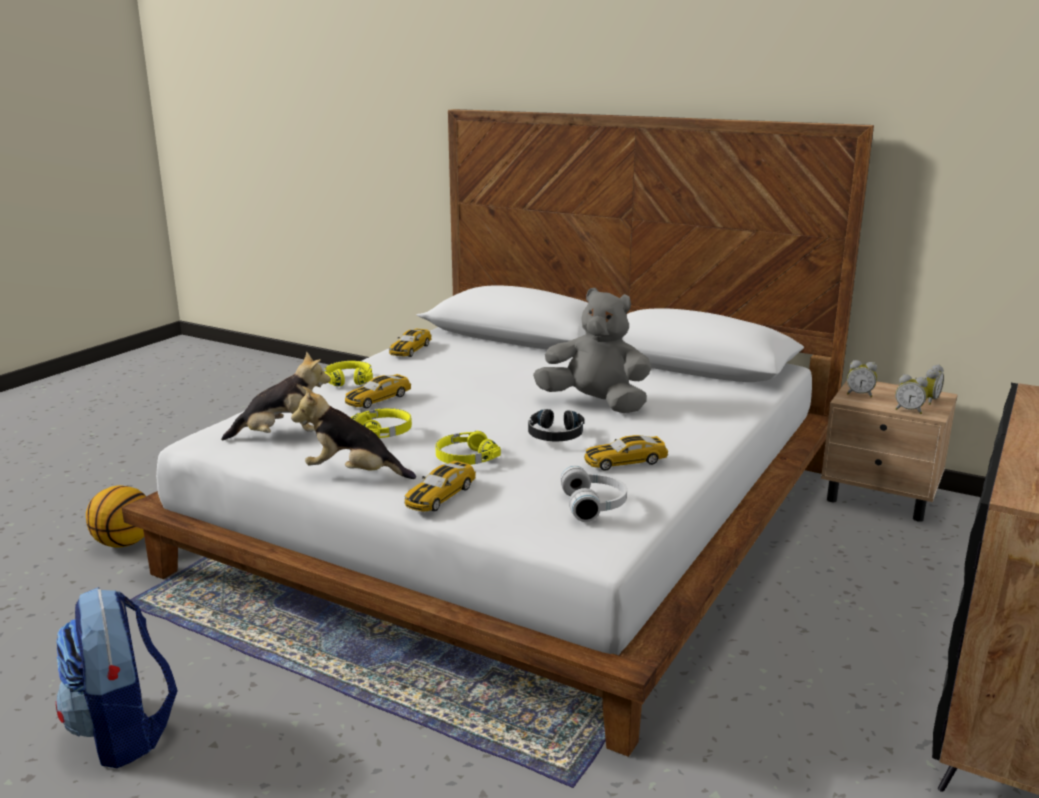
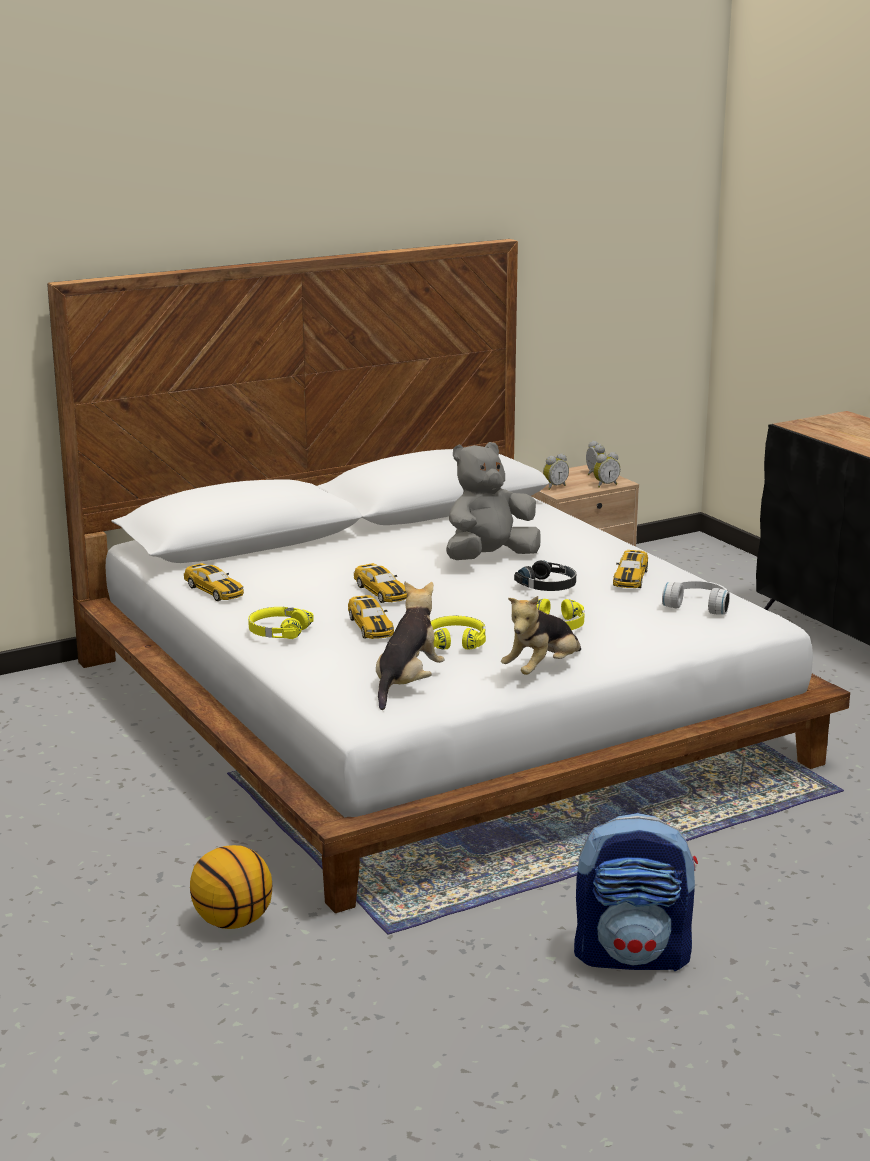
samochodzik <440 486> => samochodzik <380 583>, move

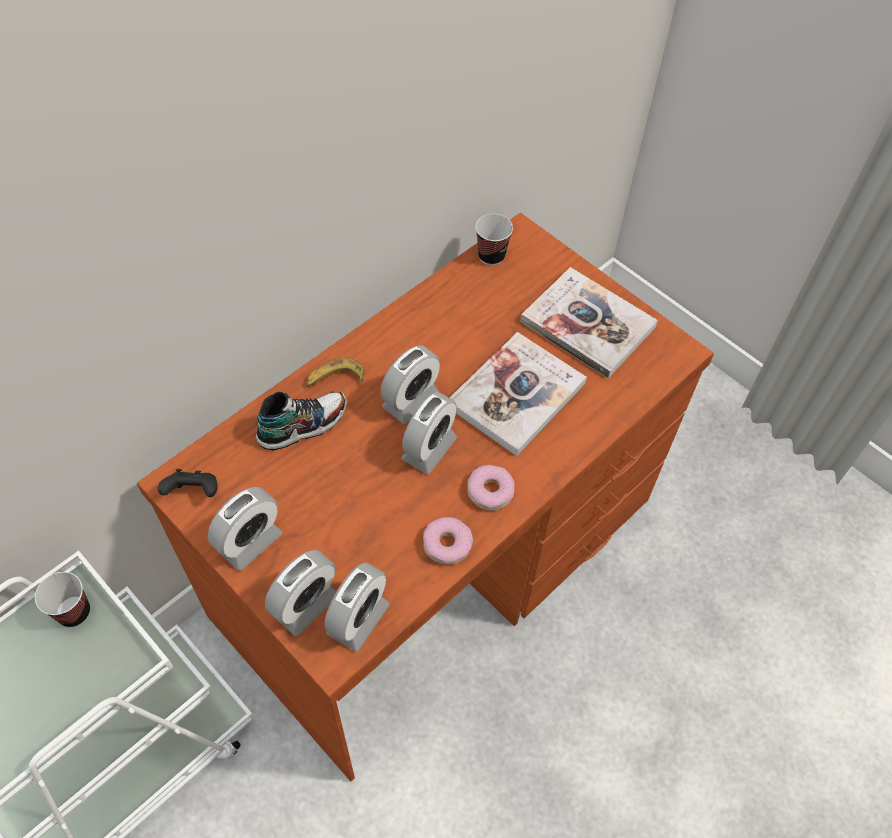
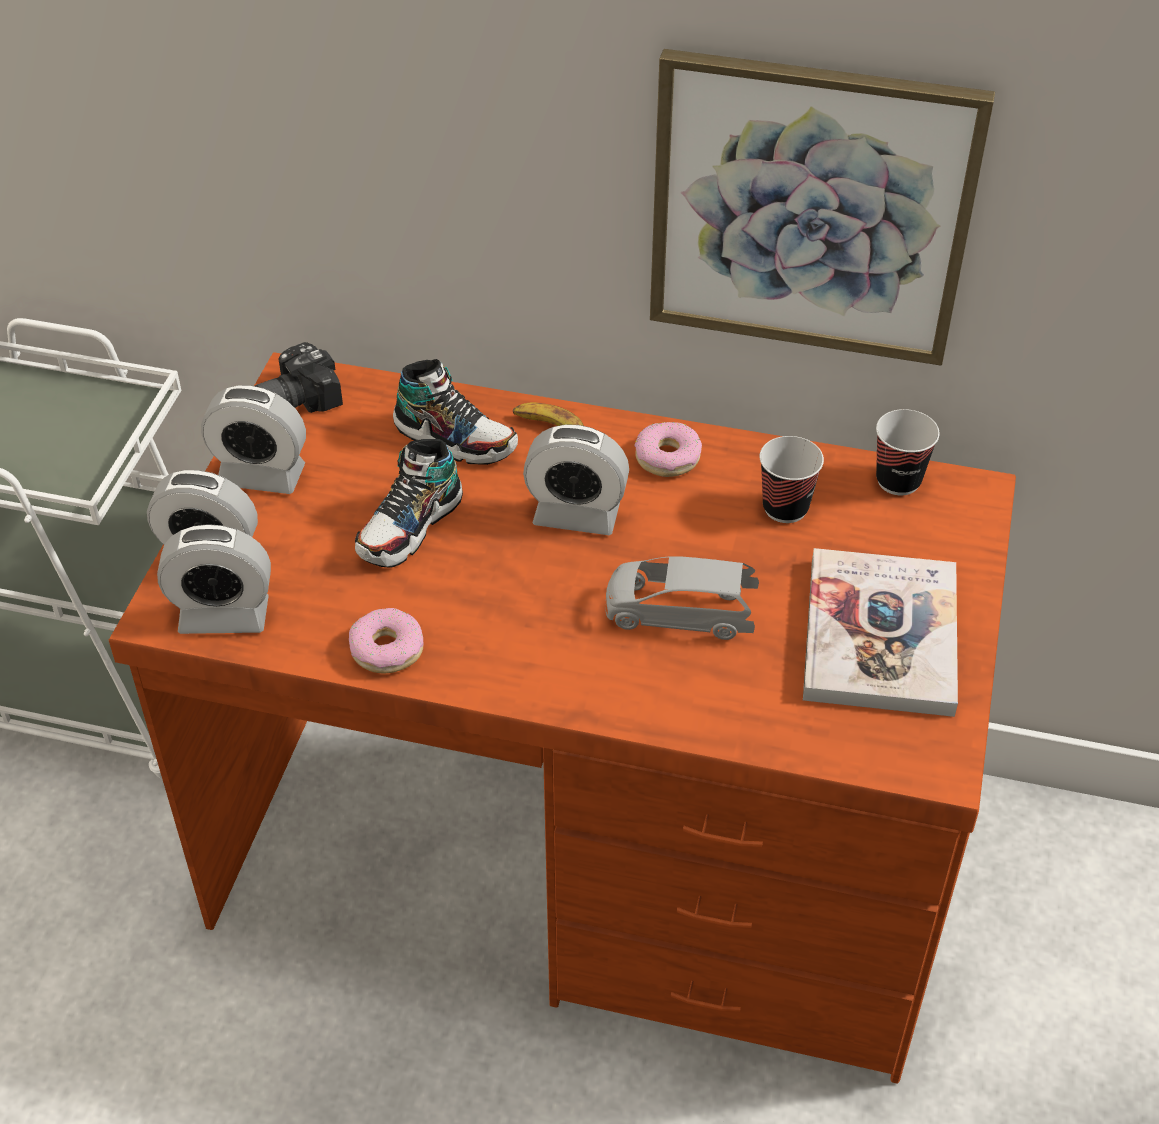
filiżanka <62 599> => filiżanka <792 479>, move
pad do gier/czarny <188 483> => aparat fotograficzny <299 377>
budzik <429 433> => nothing
książka <518 394> => samochodzik/szary <682 598>
donut <491 488> => donut <668 449>, move
nothing => but <409 503>
nothing => obraz <822 207>

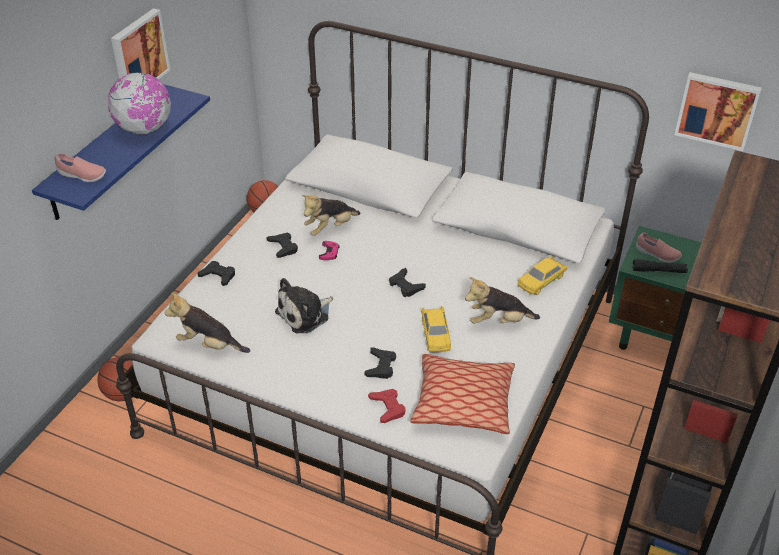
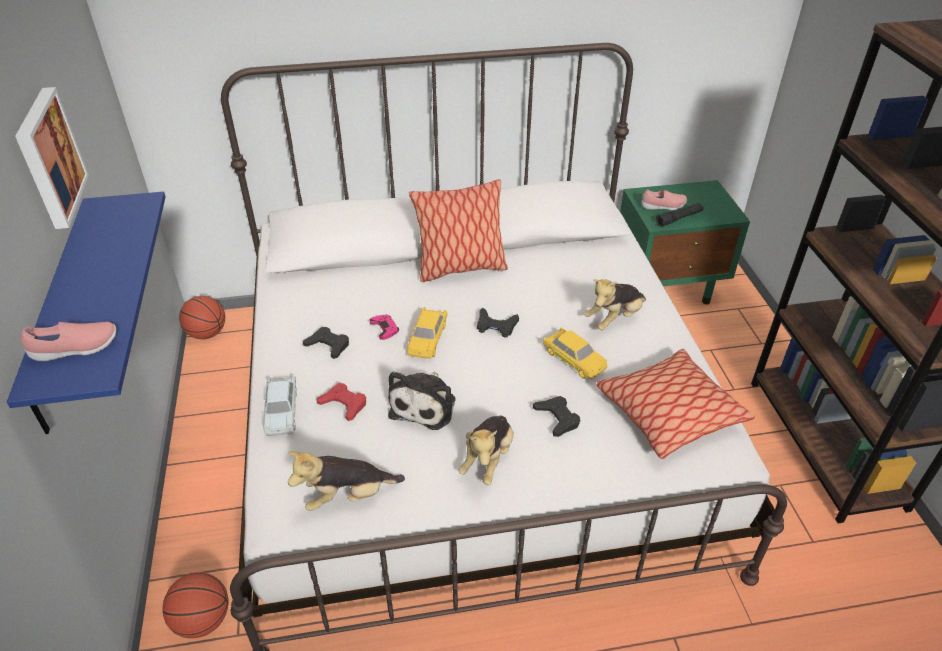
globus <139 103> => nothing
pad do gier/czarny <216 273> => samochodzik/biały <279 405>
pluszak <331 215> => pluszak <486 450>, move
pad do gier/czerwony <387 406> => pad do gier/czerwony <341 402>, move
samochodzik/żółty <542 275> => samochodzik/żółty <427 333>, move
obraz <718 111> => nothing
nothing => poduszka <458 230>

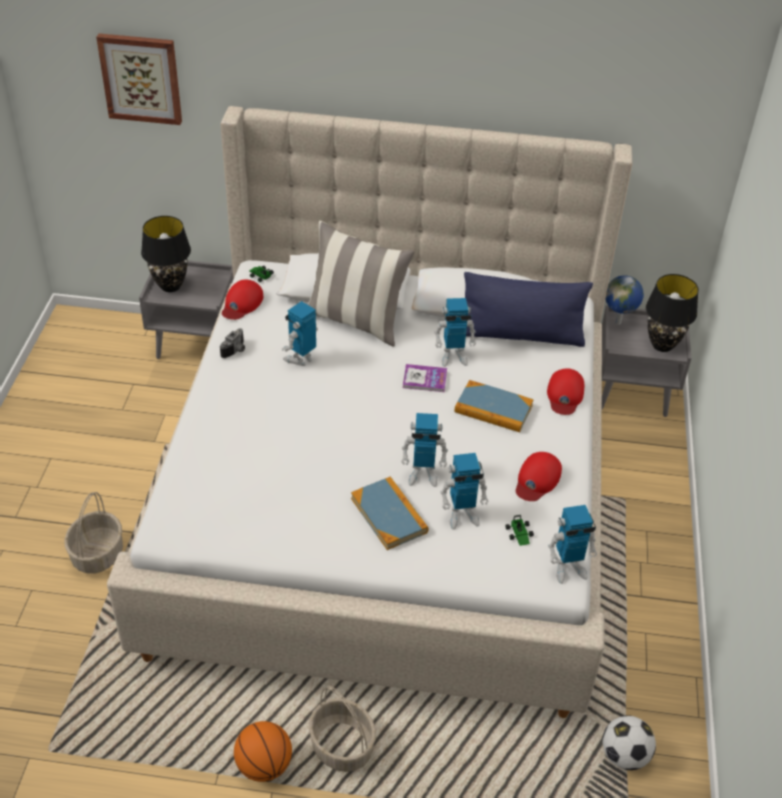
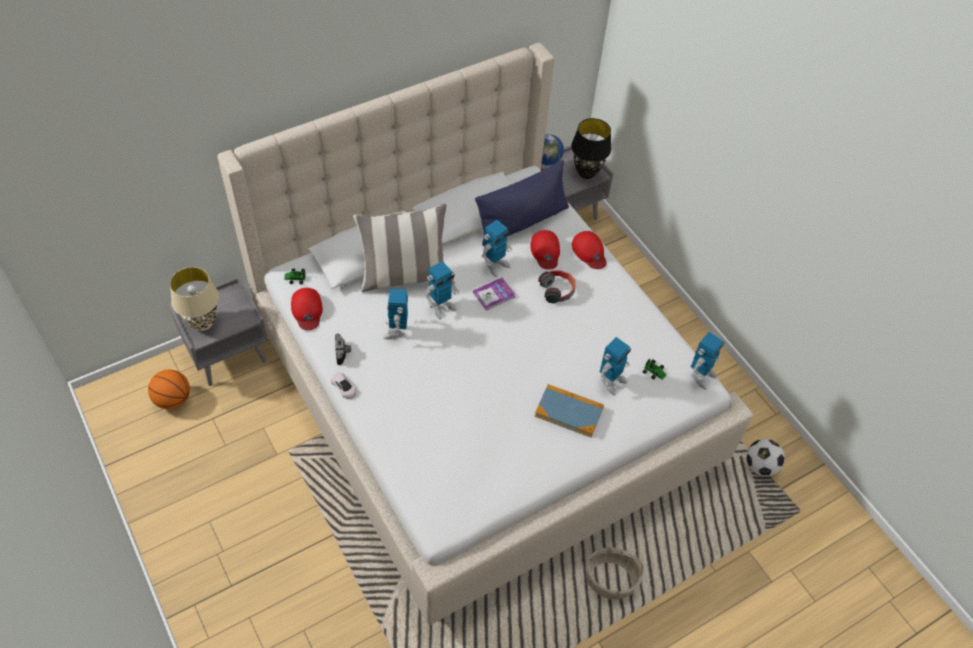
koszyk <93 533> => nothing
obraz <139 79> => nothing
lampa stołowa/czarny <166 254> => lampa stołowa/beżowy <194 299>
piłka do koszykówki <263 751> => piłka do koszykówki <169 389>, move
robot zabawkowy <424 450> => robot zabawkowy <442 290>, move
książka <494 406> => słuchawki <557 287>
czapka z daszkiem/czerwony <539 476> => czapka z daszkiem/czerwony <545 250>, move
nothing => samochodzik/biały <343 385>

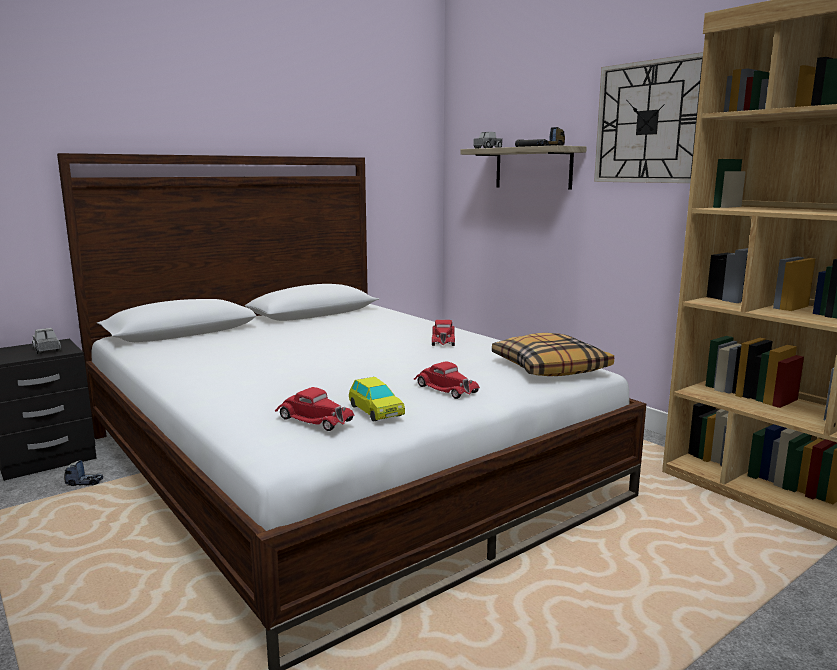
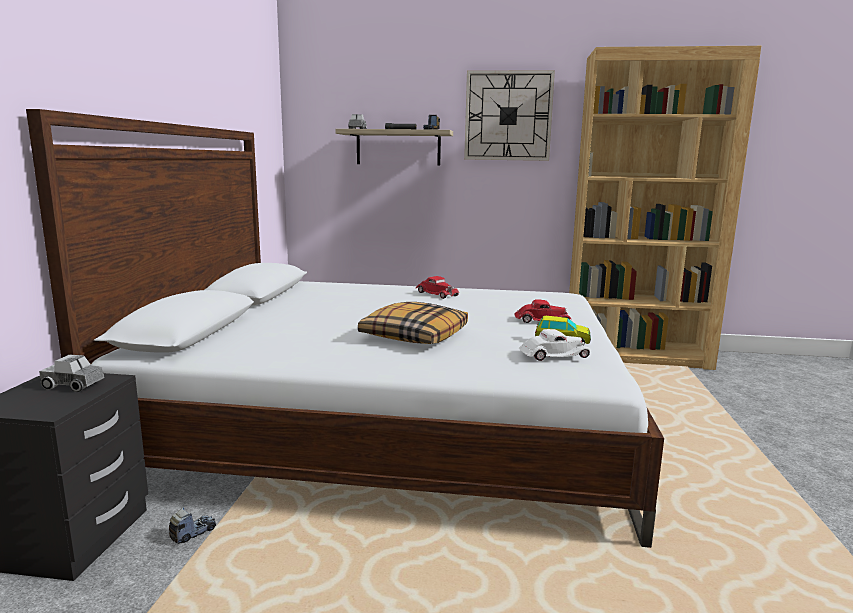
samochodzik/czerwony <315 409> => samochodzik/biały <555 345>
poduszka <553 354> => poduszka <413 323>, move

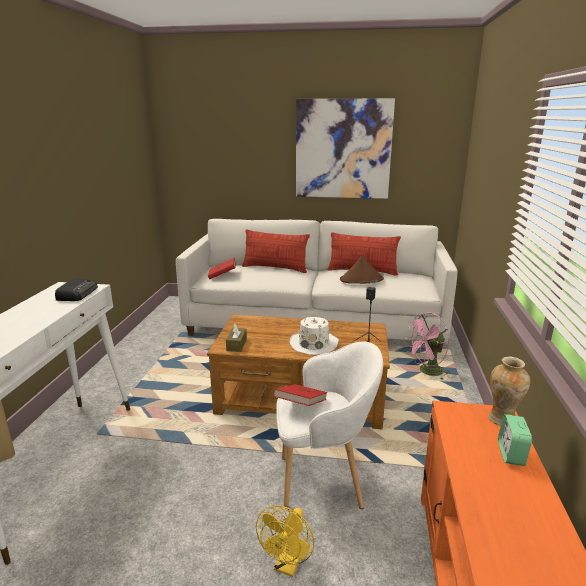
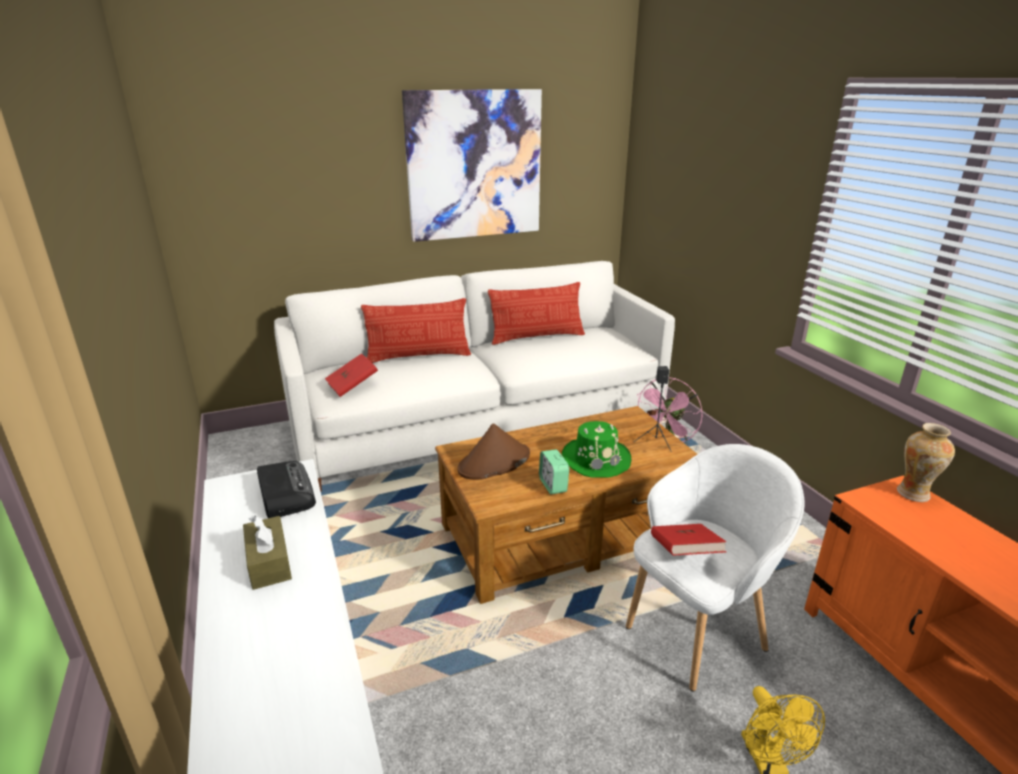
pudełko chusteczek/brązowy <236 337> => pudełko chusteczek/brązowy <267 553>, move
kapelusz/biały <314 336> => kapelusz/zielony <596 449>
kapelusz/brązowy <362 270> => kapelusz/brązowy <493 451>, move
budzik <515 440> => budzik <554 471>, move

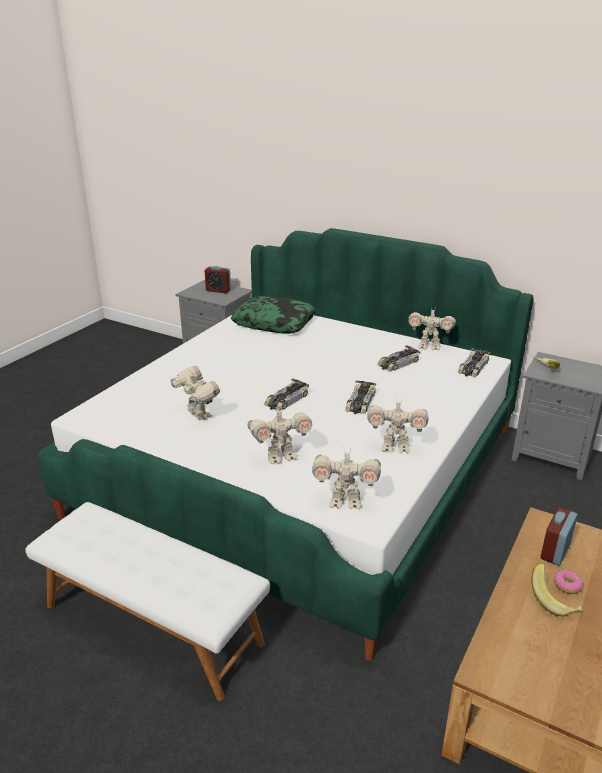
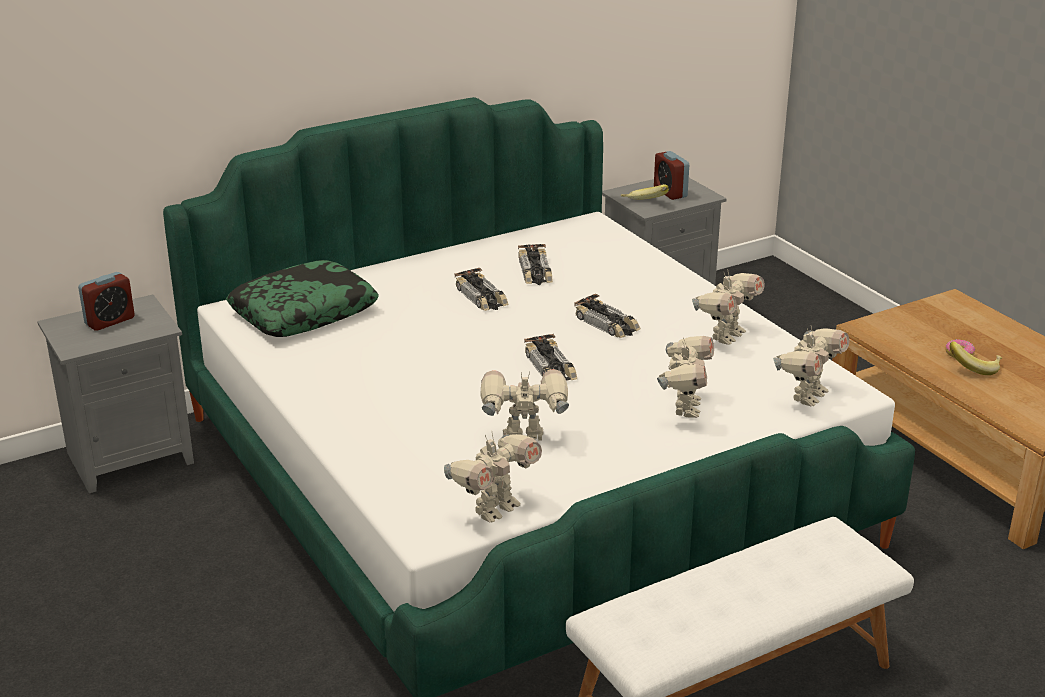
robot zabawkowy <432 328> => robot zabawkowy <493 478>, move
samochodzik <474 362> => samochodzik <482 289>, move
budzik <559 536> => budzik <671 175>, move

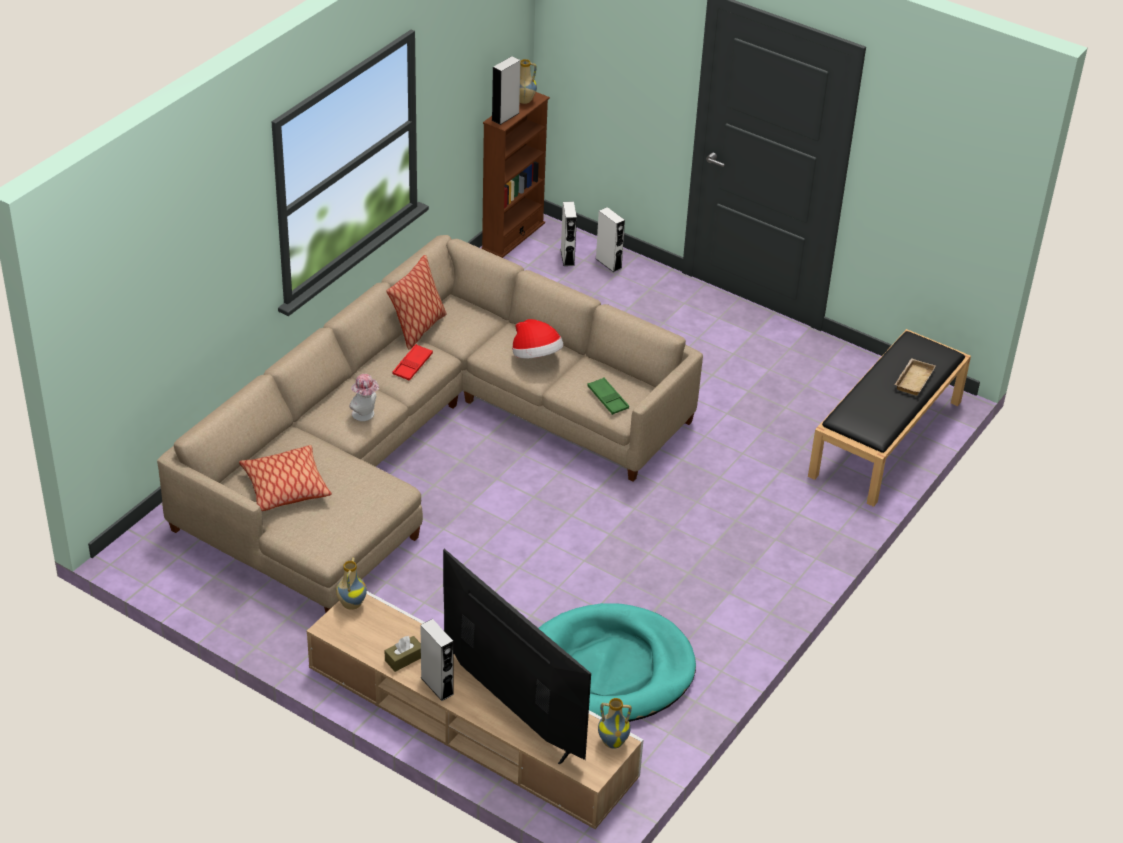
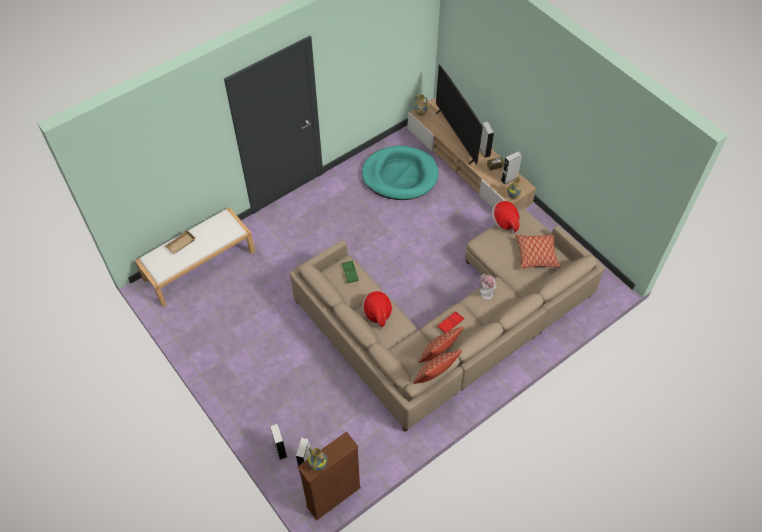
głośnik/szary <506 90> => głośnik/szary <511 168>, move
ławka/czarny <889 418> => ławka/biały <195 257>
nothing => poduszka <437 366>
nothing => kapelusz <506 217>

